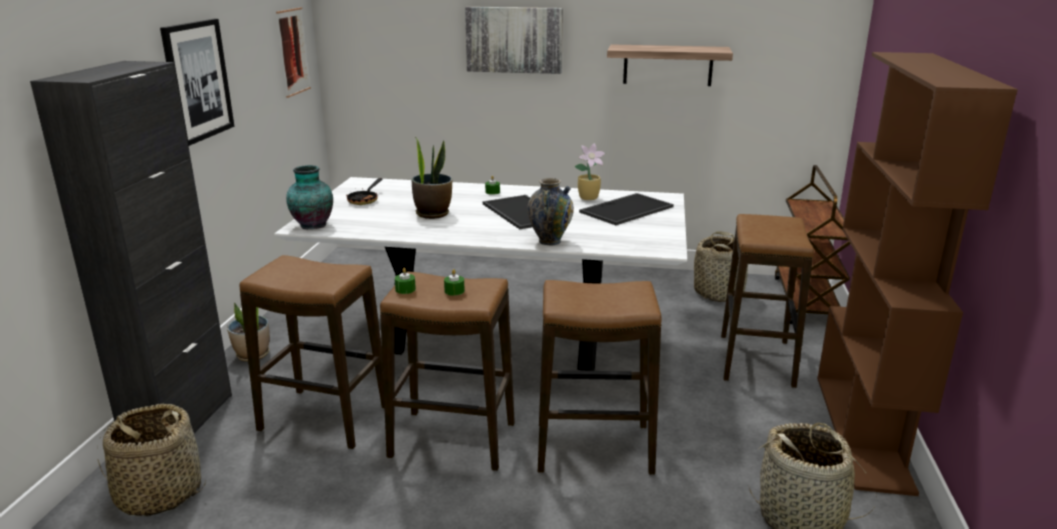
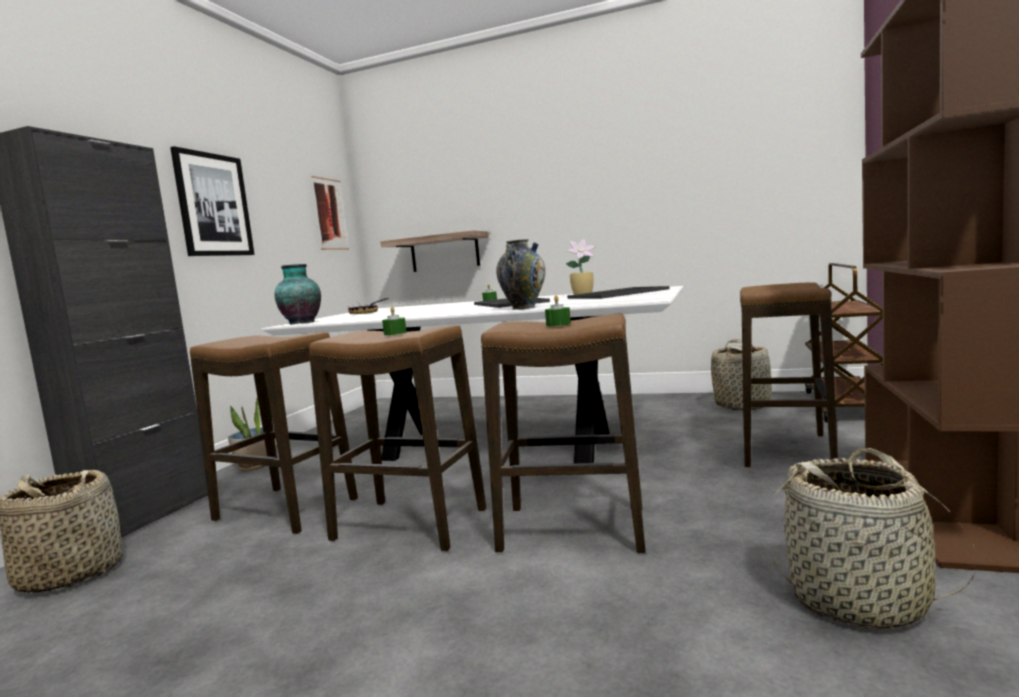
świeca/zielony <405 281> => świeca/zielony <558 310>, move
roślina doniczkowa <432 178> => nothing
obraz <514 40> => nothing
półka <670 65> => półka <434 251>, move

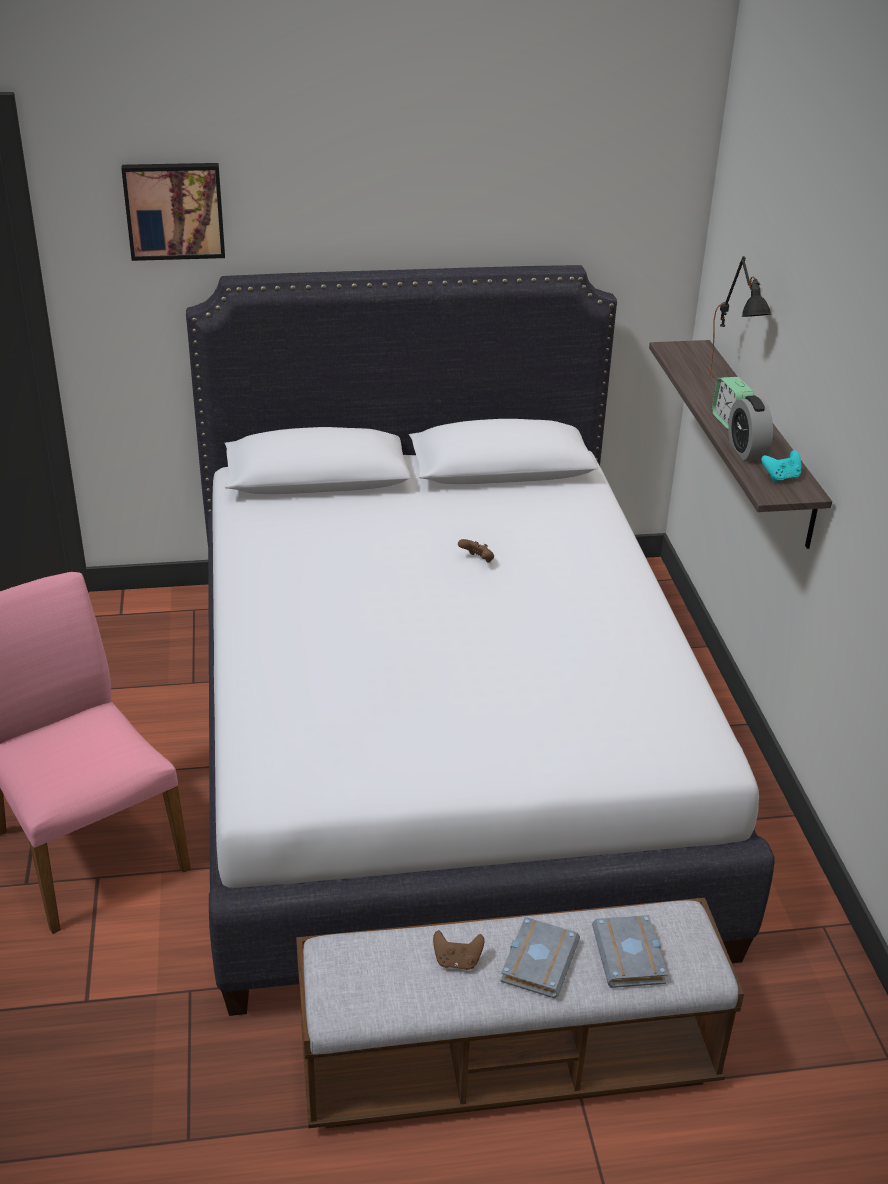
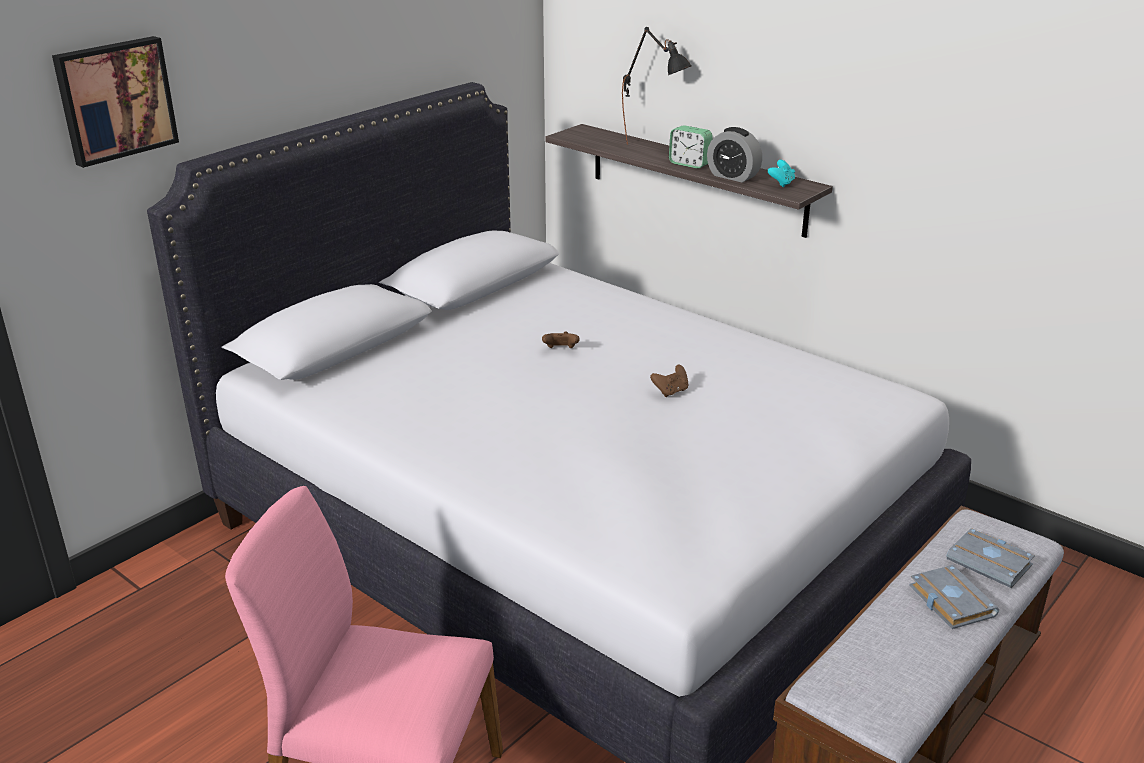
pad do gier/brązowy <458 950> => pad do gier/brązowy <669 380>, move

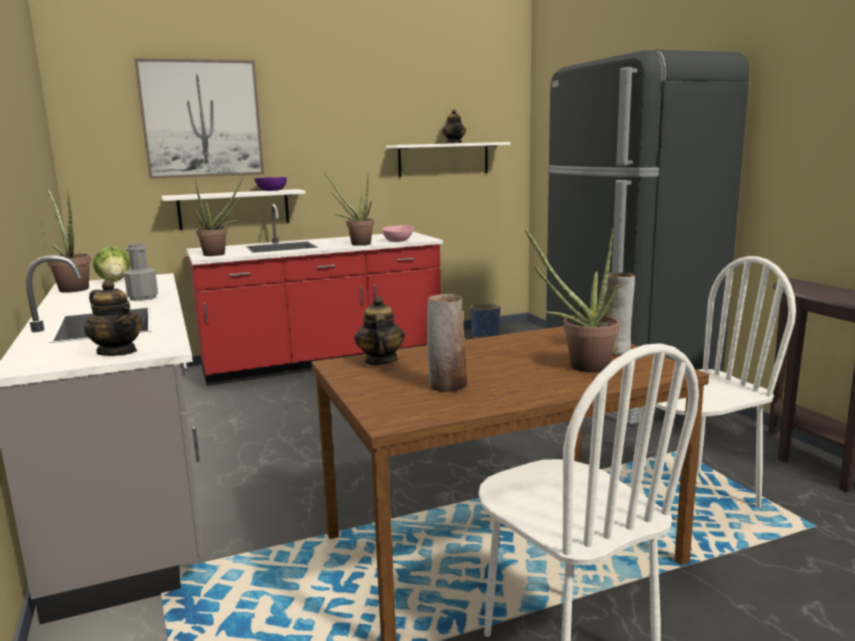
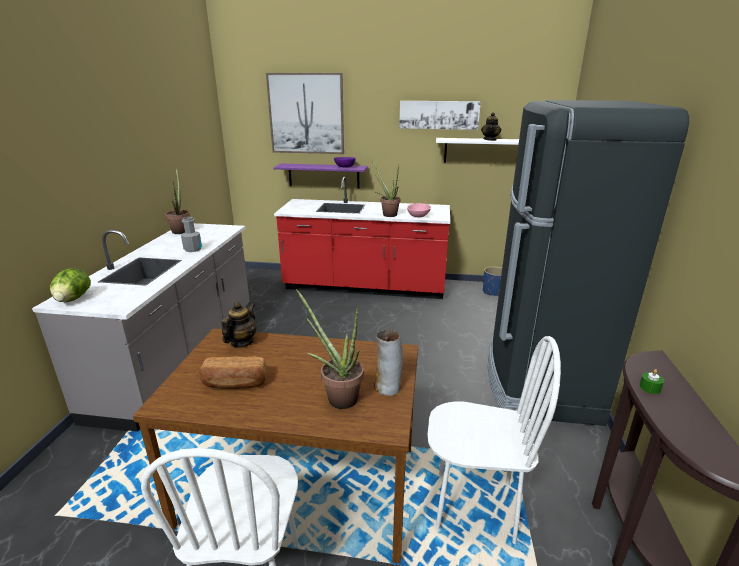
imbryk <113 318> => nothing
sałata <111 264> => sałata <70 285>, move
półka/biały <234 209> => półka/fioletowy <320 176>
roślina doniczkowa <219 215> => nothing
wazon <447 343> => chleb <233 373>
nothing => obraz <440 115>
nothing => świeca/zielony <651 381>

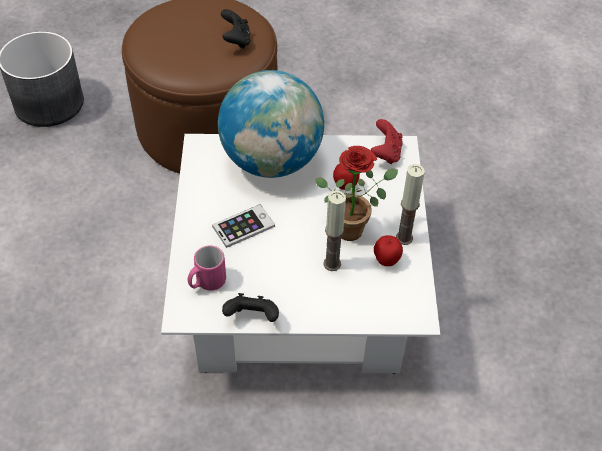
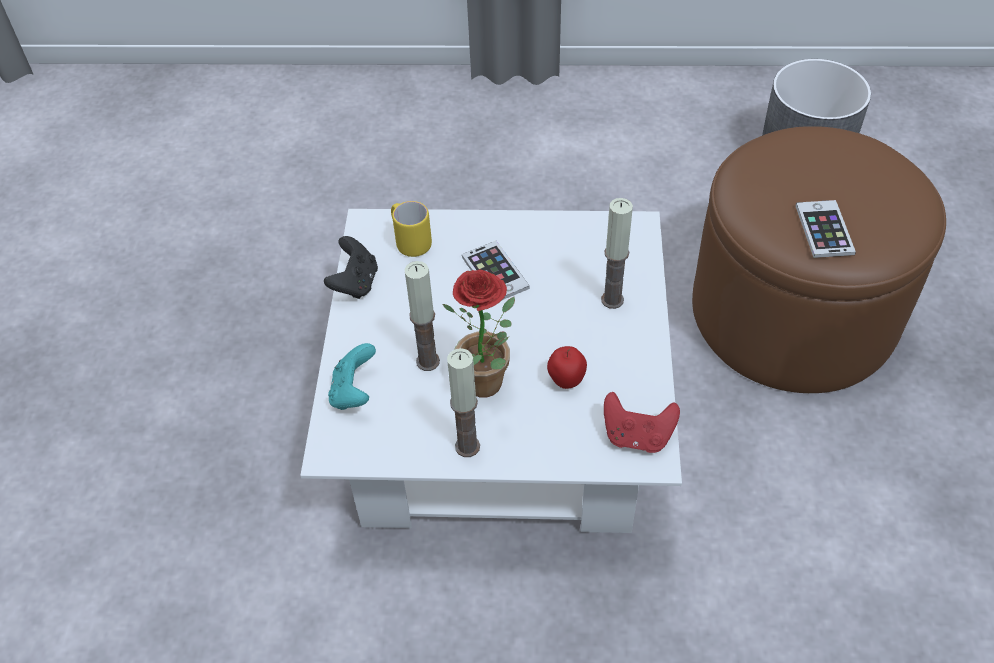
kubek/różowy <207 268> => kubek/żółty <411 229>
globus <271 124> => świeca <617 253>
pad do gier/czarny <236 29> => telefon <825 229>
jabłko <388 250> => nothing
nothing => pad do gier/turkusowy <352 376>

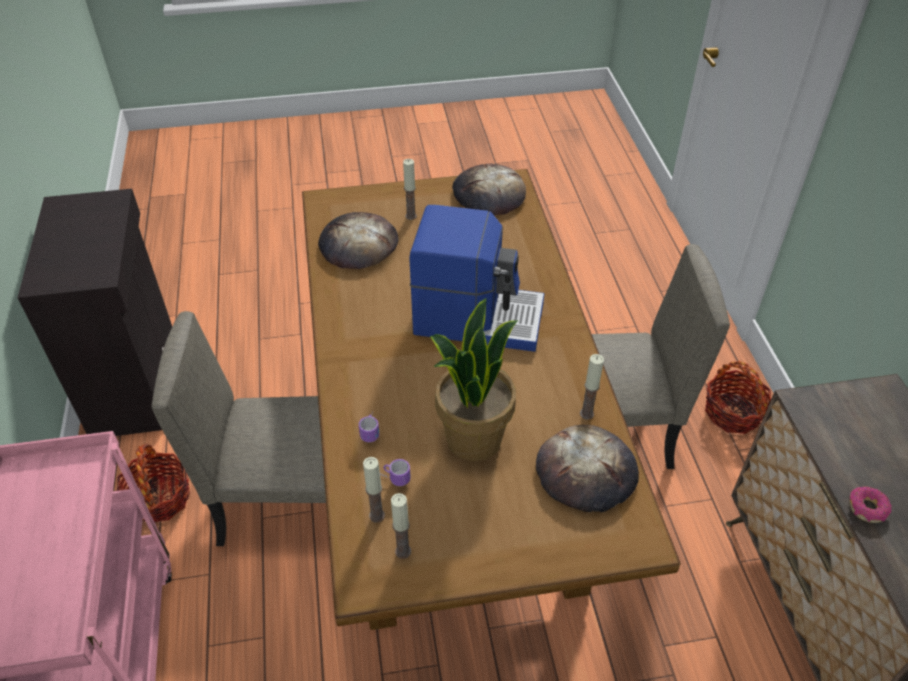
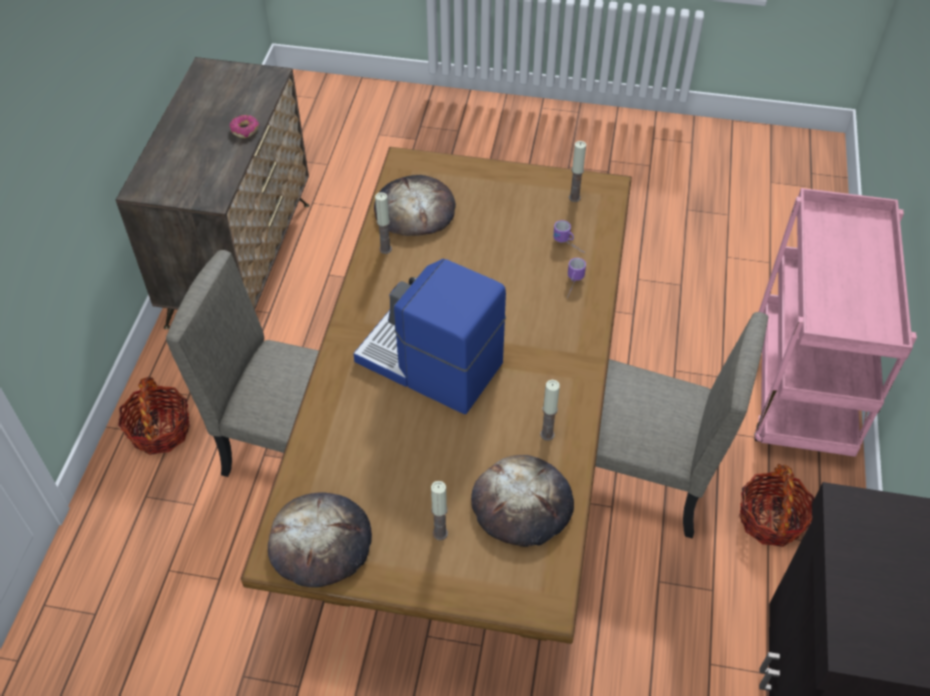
świeca <374 490> => świeca <550 410>, move
roślina doniczkowa <474 379> => nothing

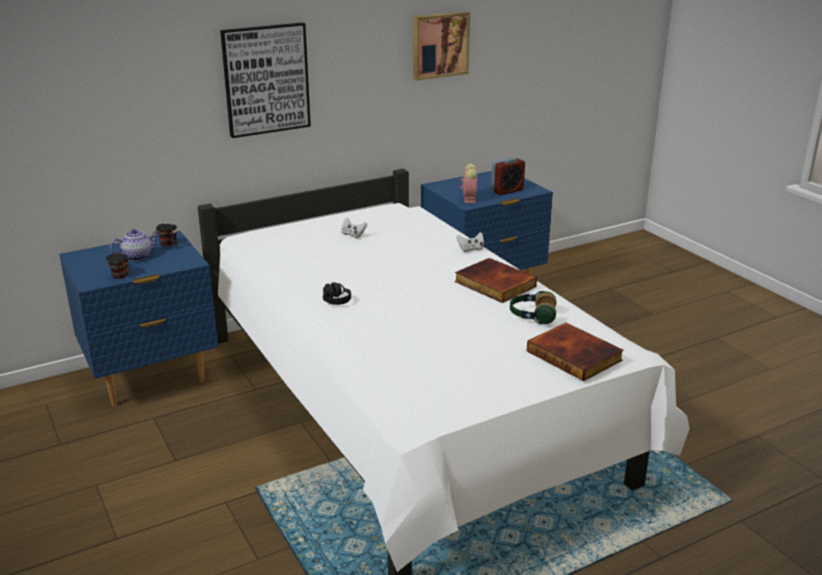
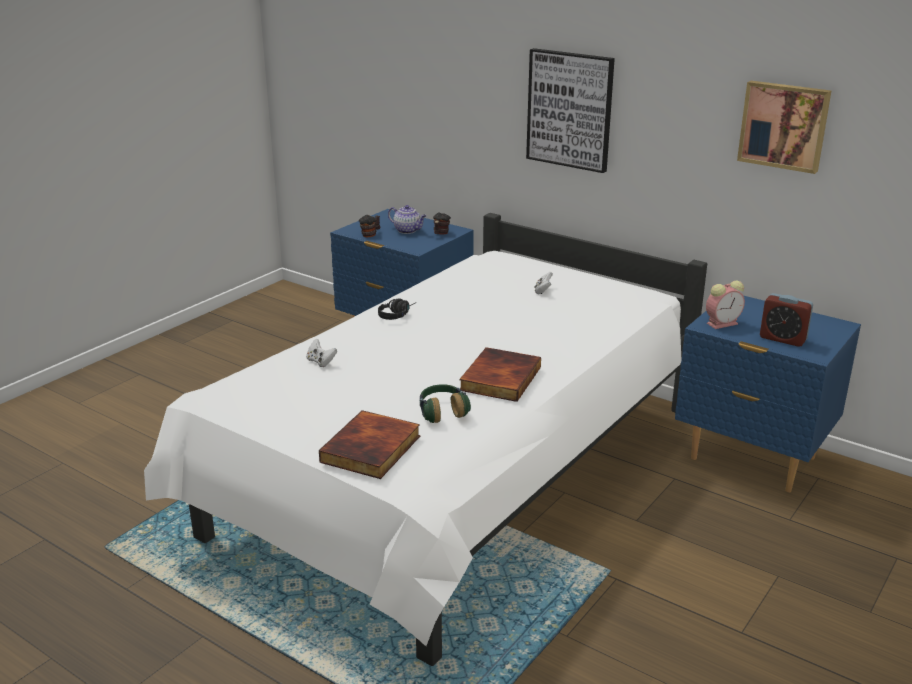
pad do gier/biały <470 242> => pad do gier/biały <321 353>, move

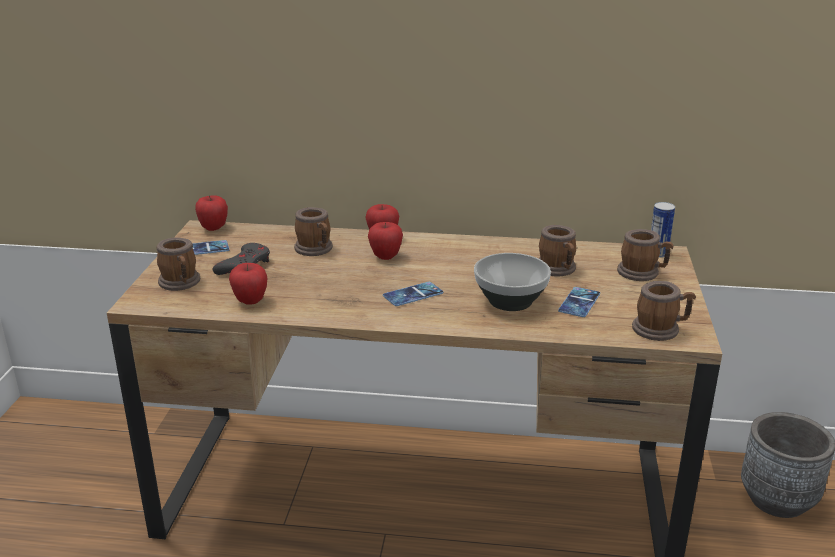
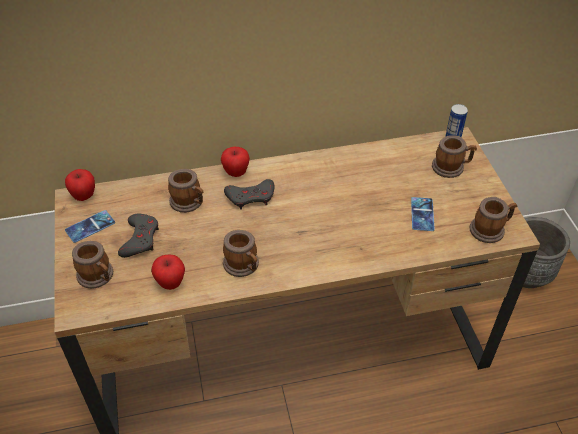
jabłko <385 241> => pad do gier/szary <249 194>
telefon <413 294> => nothing
miska <512 282> => nothing
kubek <557 250> => kubek <241 253>, move

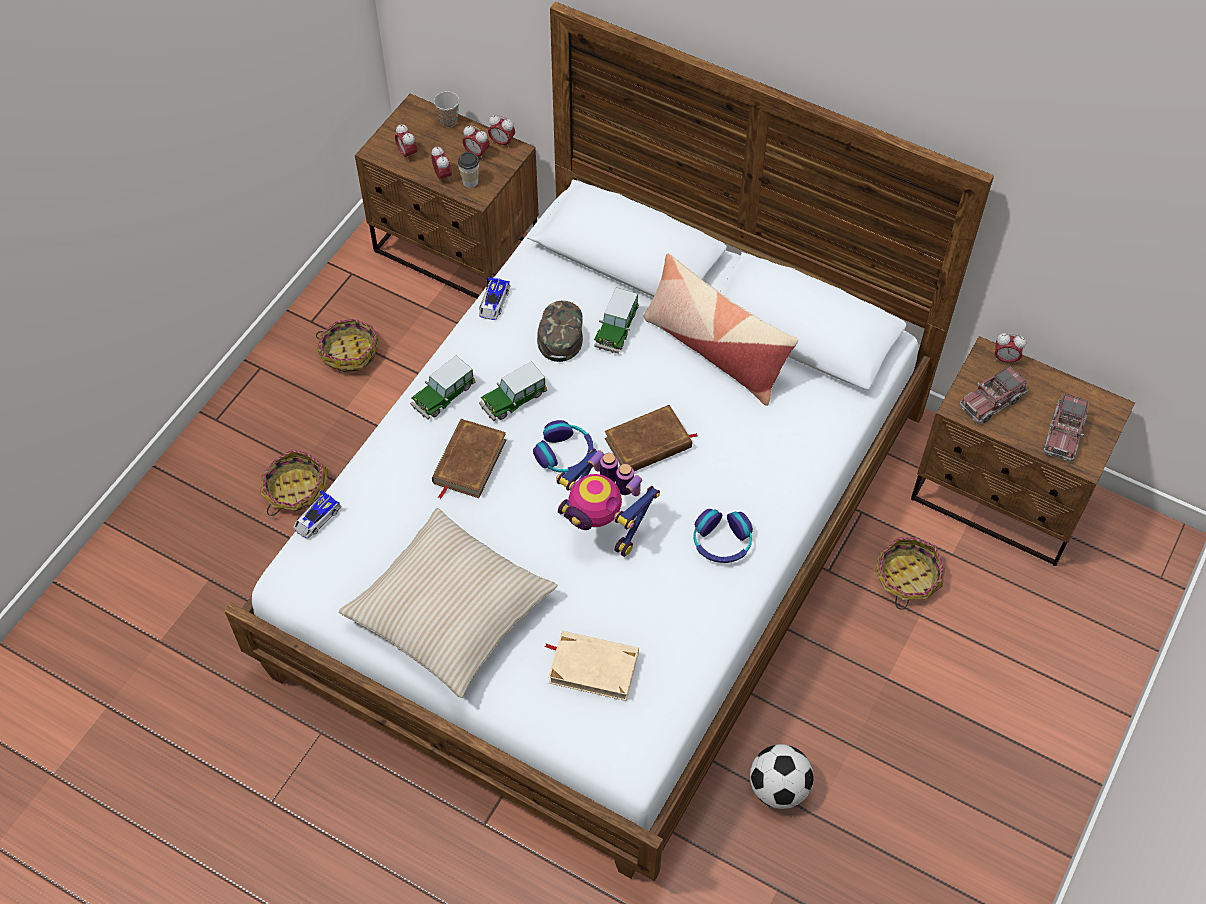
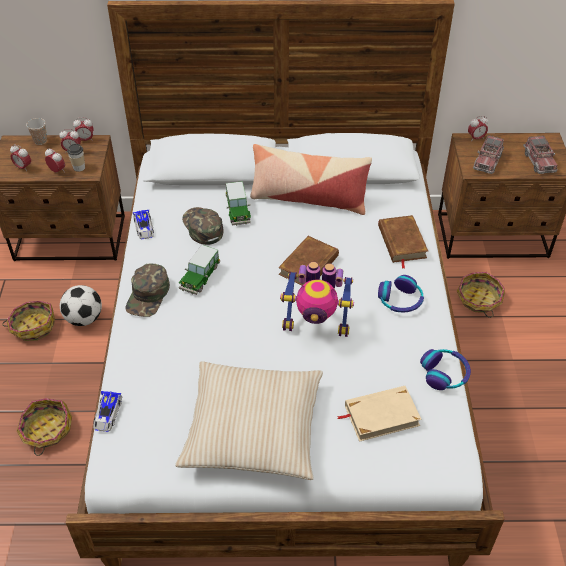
samochodzik <443 387> => czapka z daszkiem/zielony <147 290>
książka/brązowy <469 459> => książka/brązowy <403 242>, move
słuchawki <563 446> => słuchawki <445 369>, move
piłka futbolowa <782 776> => piłka futbolowa <81 305>, move

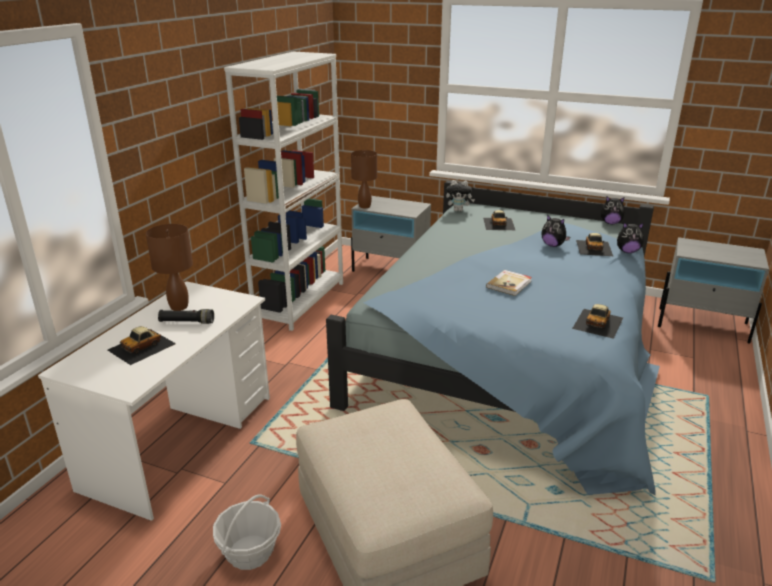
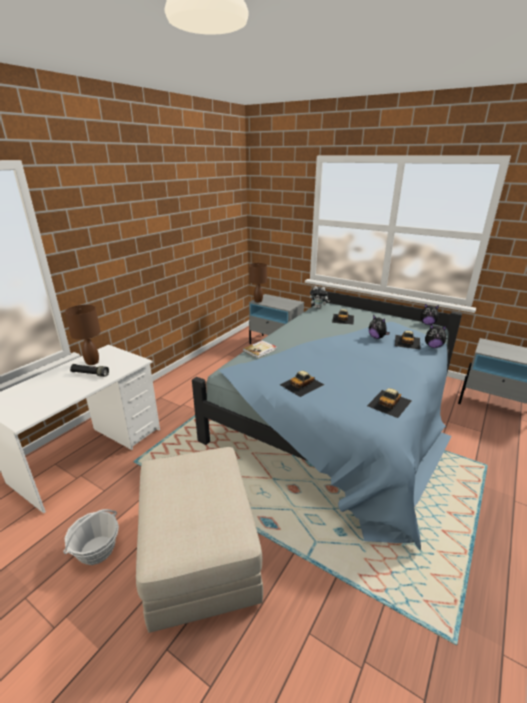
samochodzik <142 345> => samochodzik <302 384>, move
regał/biały <283 191> => nothing
książka <509 283> => książka <260 349>, move

